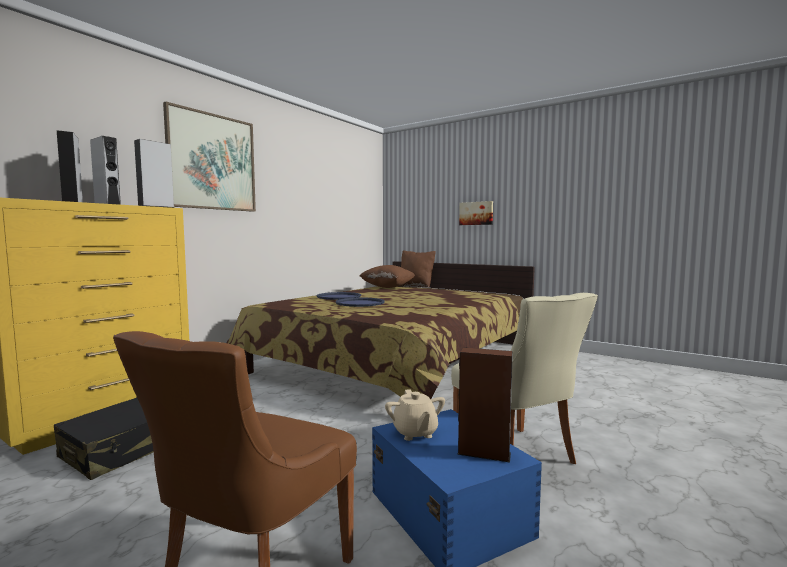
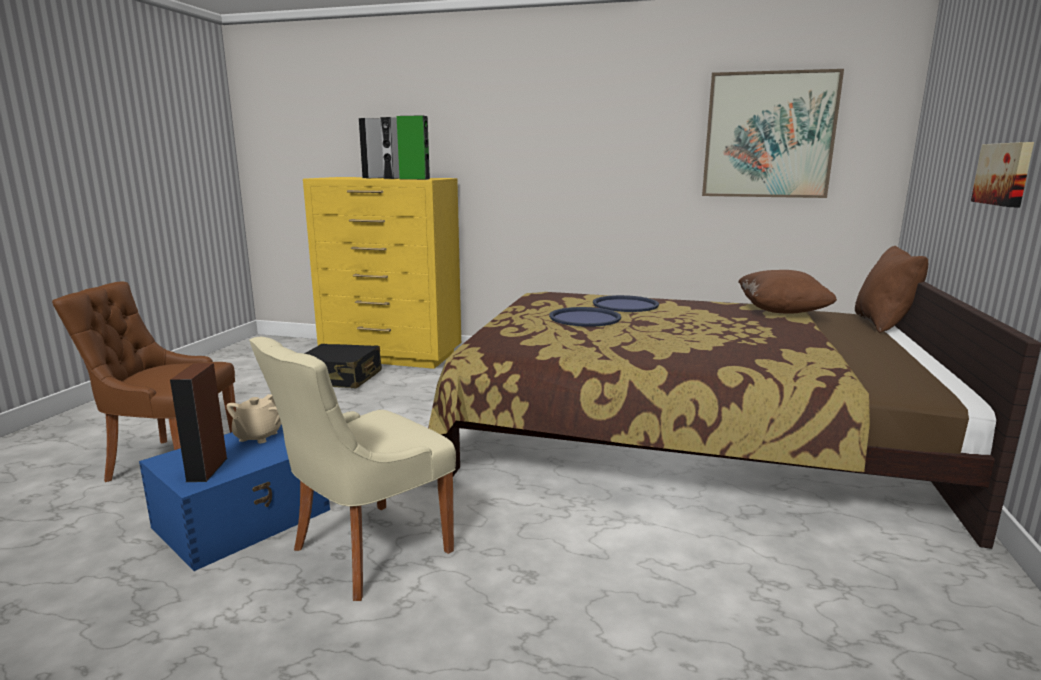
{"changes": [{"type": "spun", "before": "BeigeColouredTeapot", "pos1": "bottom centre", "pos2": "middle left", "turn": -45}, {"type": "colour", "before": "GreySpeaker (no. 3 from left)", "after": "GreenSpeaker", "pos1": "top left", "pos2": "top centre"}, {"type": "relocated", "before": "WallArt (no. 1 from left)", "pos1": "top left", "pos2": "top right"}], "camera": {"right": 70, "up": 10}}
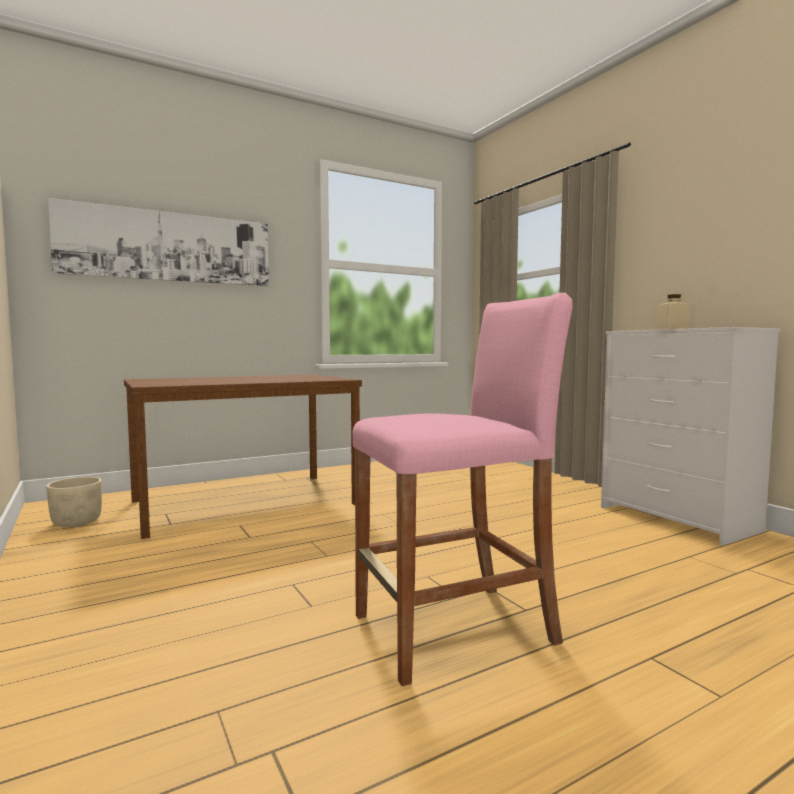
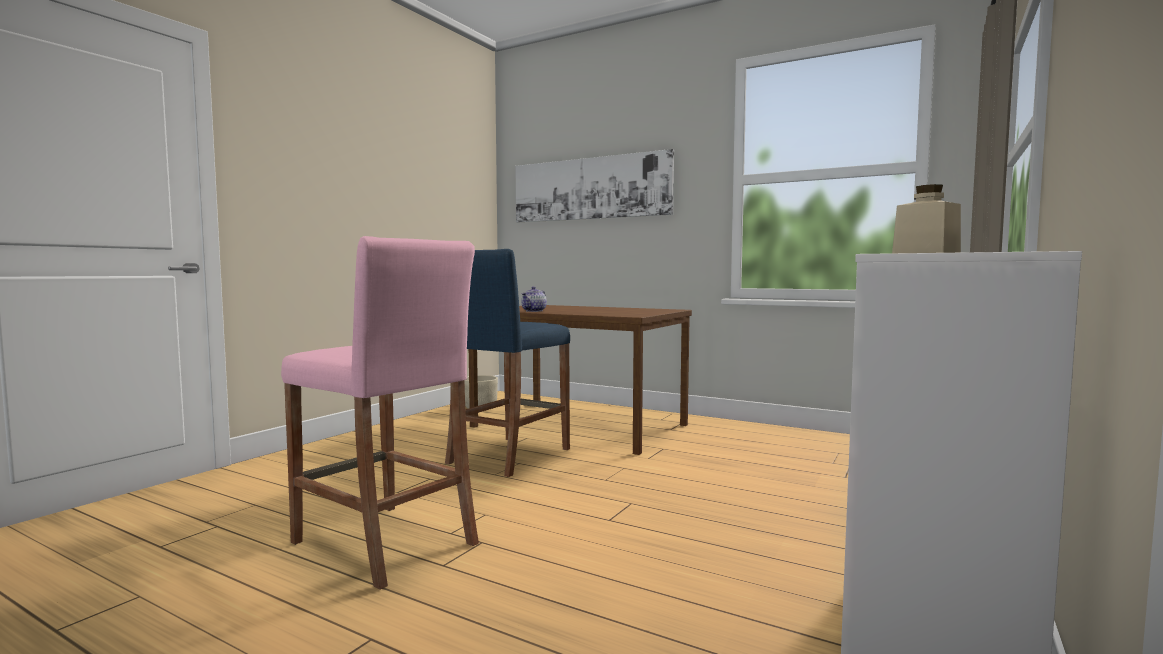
{"changes": [{"type": "appeared", "after": "BlueStool", "pos2": "centre"}, {"type": "appeared", "after": "Teapot", "pos2": "centre"}], "camera": {"right": 60, "up": 0}}
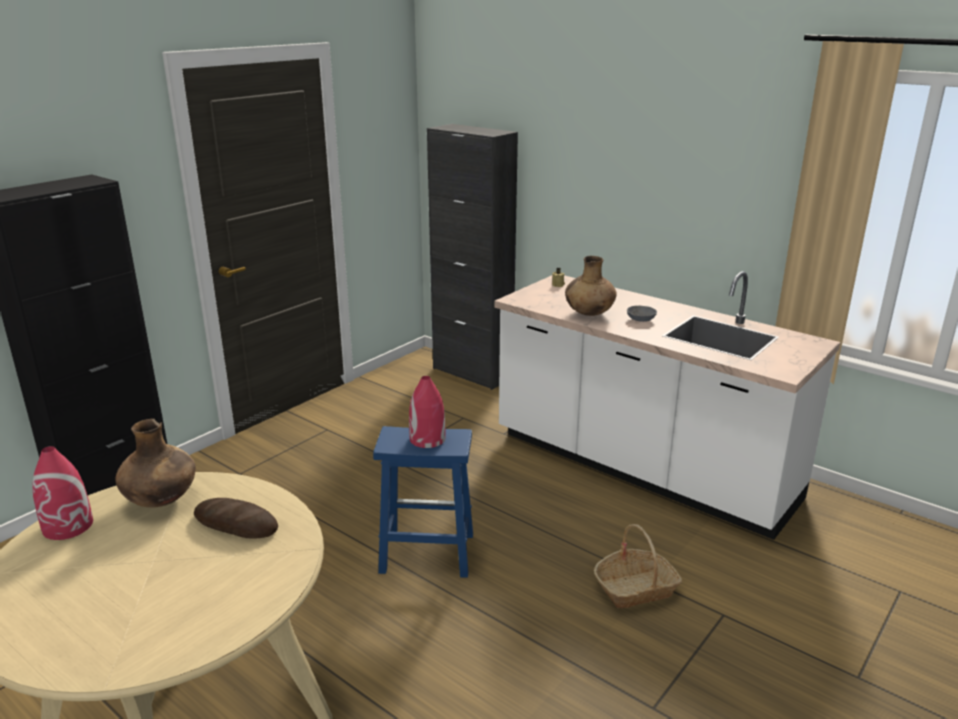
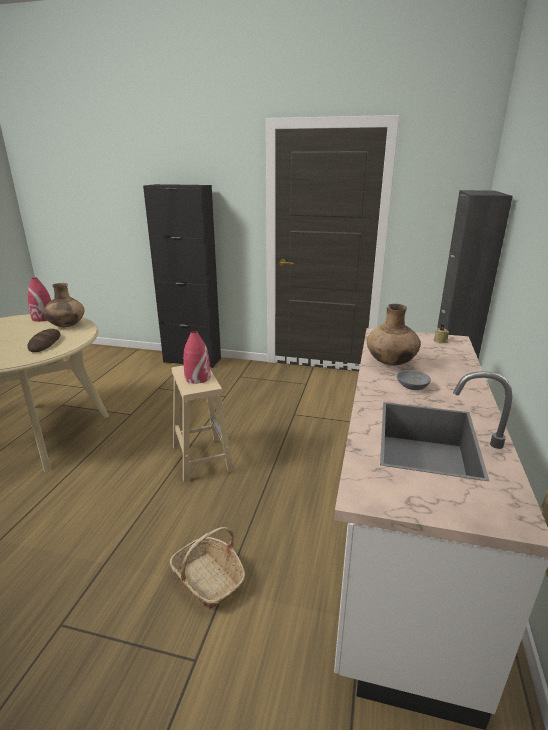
{"changes": [{"type": "colour", "before": "BlueStool", "after": "BeigeColouredStool", "pos1": "bottom centre", "pos2": "centre"}], "camera": {"right": 65, "up": 0}}
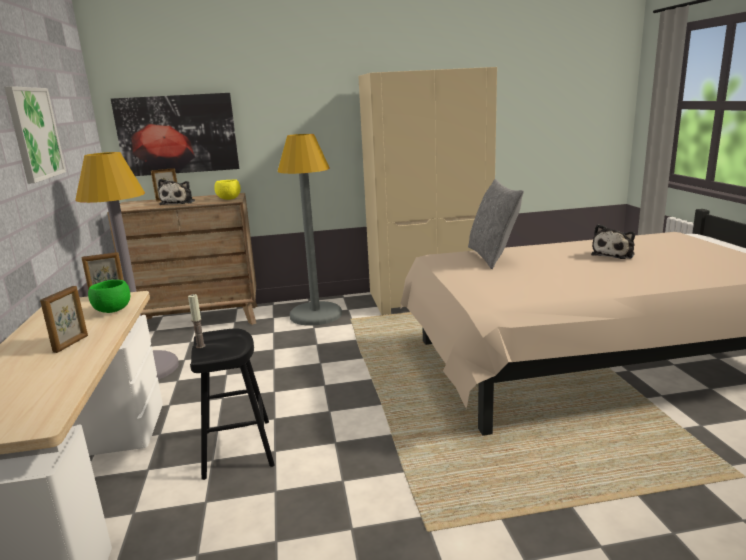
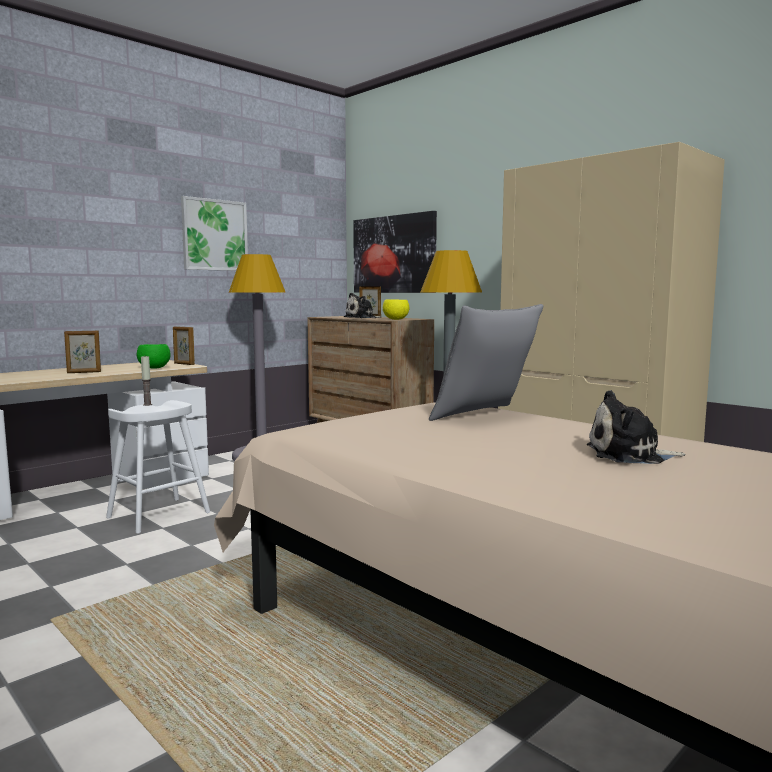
{"changes": [{"type": "colour", "before": "BlackStool", "after": "WhiteStool", "pos1": "bottom left", "pos2": "middle left"}], "camera": {"right": 55, "up": -10}}
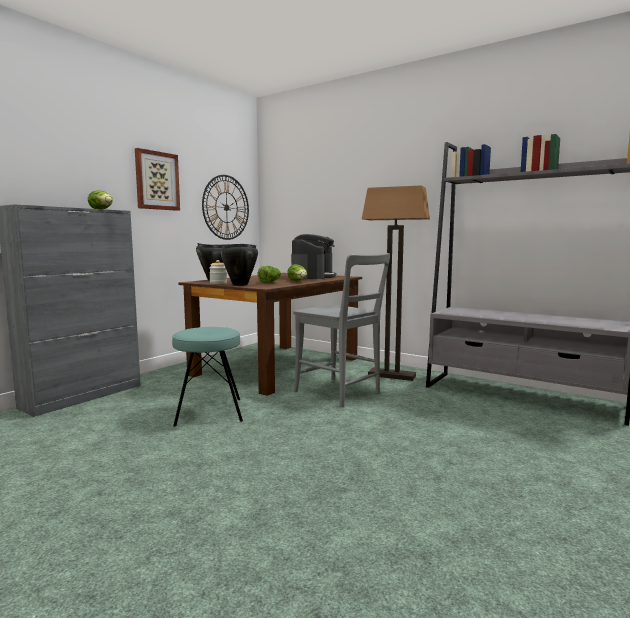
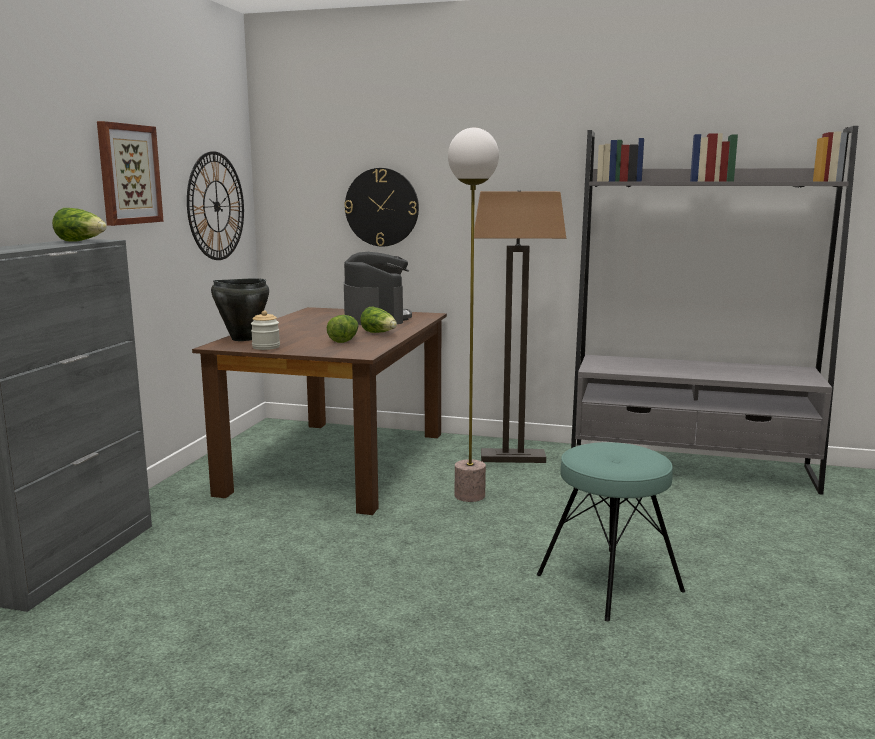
{"changes": [{"type": "appeared", "after": "WallClock (no. 2 from left)", "pos2": "top centre"}, {"type": "exchanged", "before": "GreyChair", "after": "StandardLamp (no. 1 from left)", "pos1": "centre", "pos2": "centre"}, {"type": "relocated", "before": "TurquoiseColouredStool", "pos1": "middle left", "pos2": "bottom right"}, {"type": "missing", "before": "BlackStockpot (no. 2 from left)", "pos1": "centre"}], "camera": {"right": -20, "up": 5}}
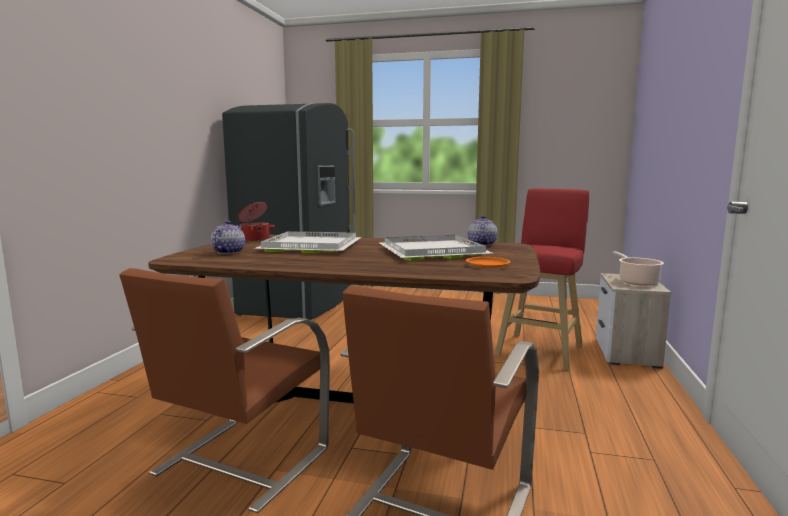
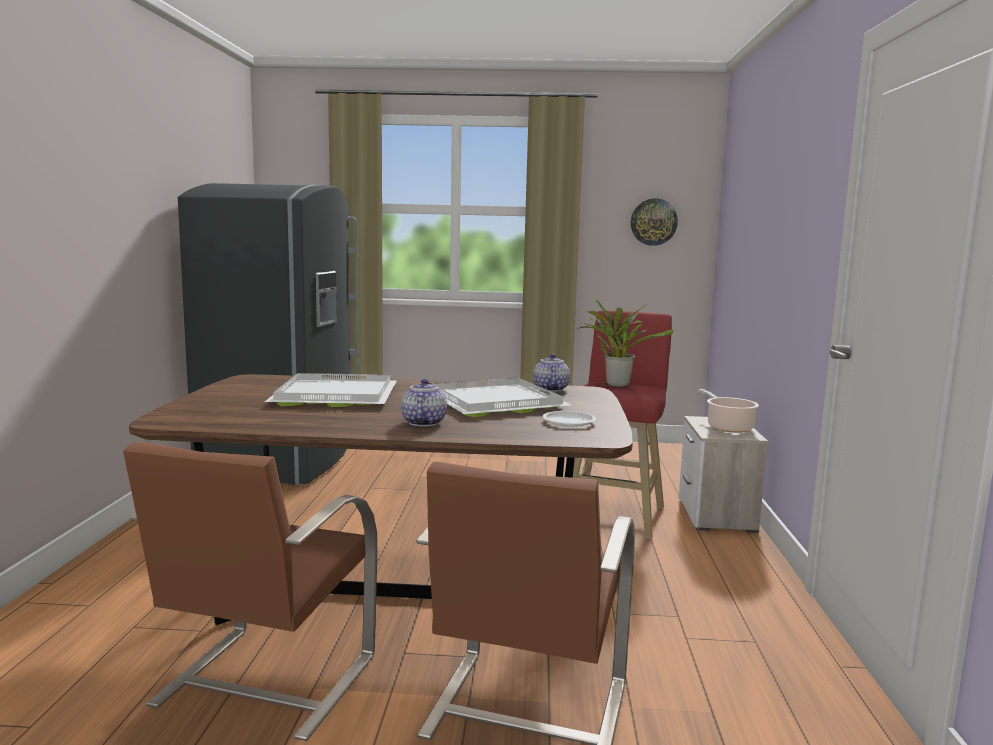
{"changes": [{"type": "relocated", "before": "Teapot (no. 1 from left)", "pos1": "middle left", "pos2": "centre"}, {"type": "colour", "before": "OrangeColouredFlatDish", "after": "WhiteFlatDish", "pos1": "centre", "pos2": "centre"}, {"type": "appeared", "after": "PottedPlant", "pos2": "centre"}, {"type": "appeared", "after": "WallClock", "pos2": "top centre"}, {"type": "missing", "before": "Stockpot (no. 1 from left)", "pos1": "middle left"}], "camera": {"right": -10, "up": 0}}
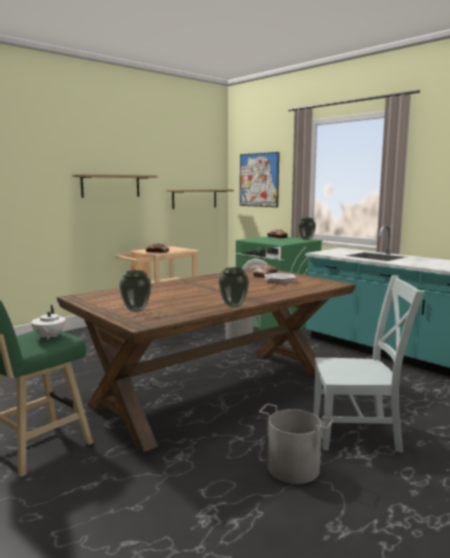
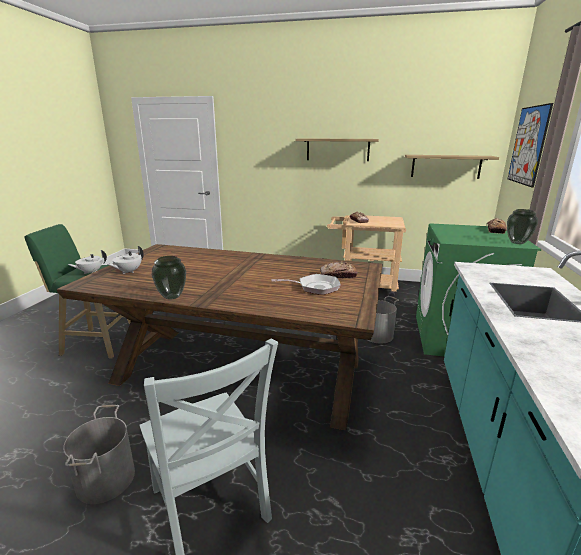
{"changes": [{"type": "exchanged", "before": "DecorativeVase (no. 1 from left)", "after": "WhiteTeapot (no. 2 from left)", "pos1": "middle left", "pos2": "middle left"}], "camera": {"right": 55, "up": 10}}
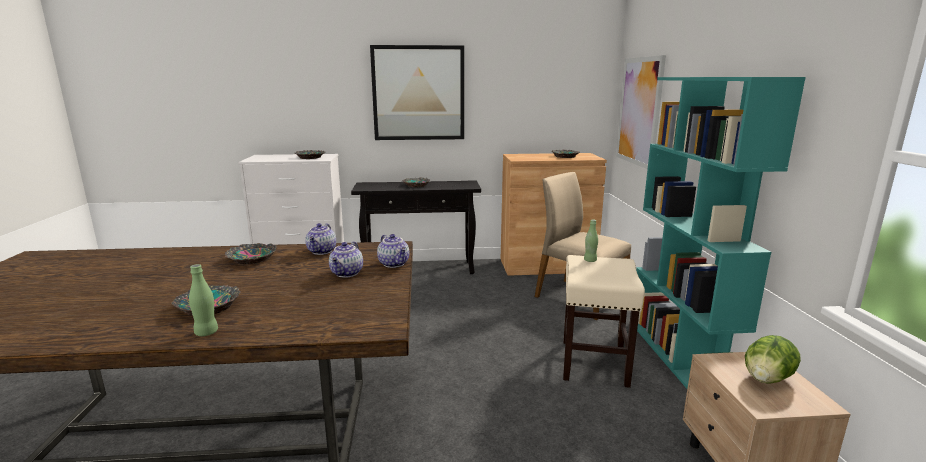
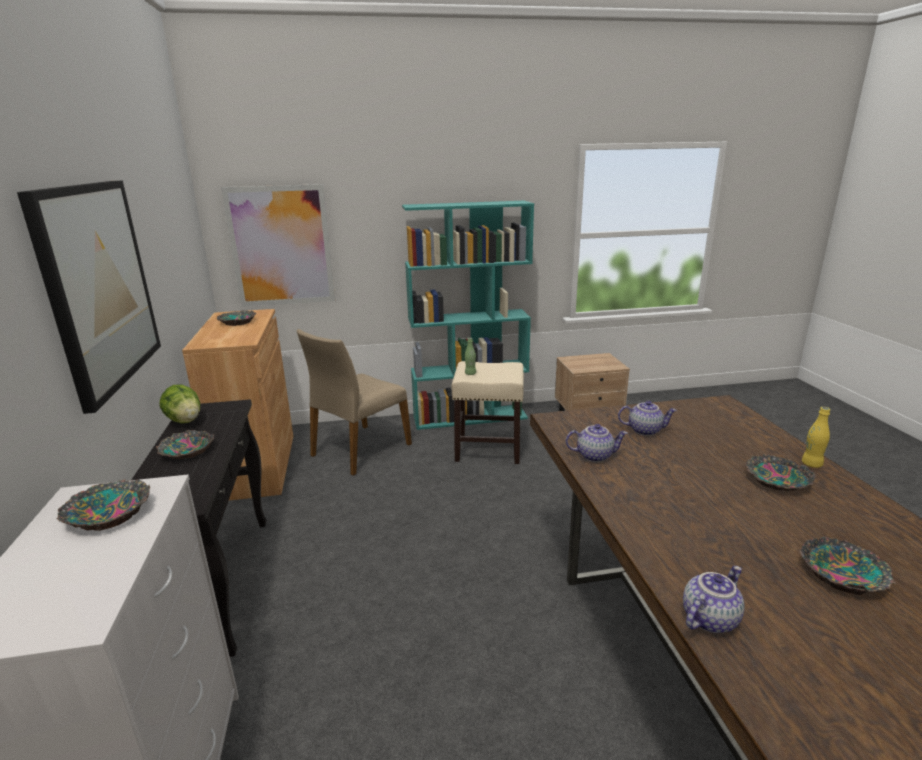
{"changes": [{"type": "relocated", "before": "Lettuce", "pos1": "bottom right", "pos2": "middle left"}, {"type": "relocated", "before": "Teapot (no. 3 from left)", "pos1": "centre", "pos2": "bottom right"}, {"type": "relocated", "before": "DeepDish (no. 2 from left in the first image)", "after": "DeepDish (no. 5 from left)", "pos1": "middle left", "pos2": "bottom right"}, {"type": "colour", "before": "GreenBottle (no. 1 from left)", "after": "YellowBottle", "pos1": "middle left", "pos2": "middle right"}], "camera": {"right": -95, "up": 5}}
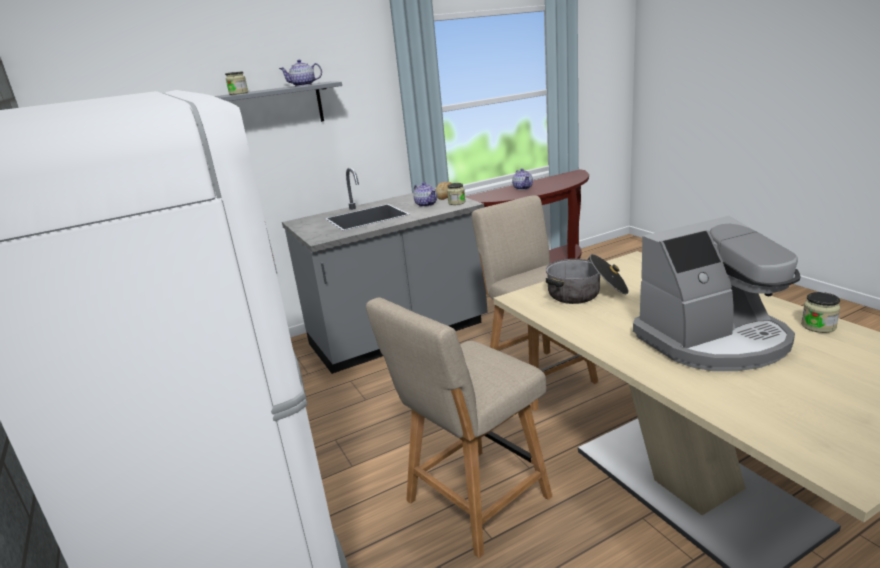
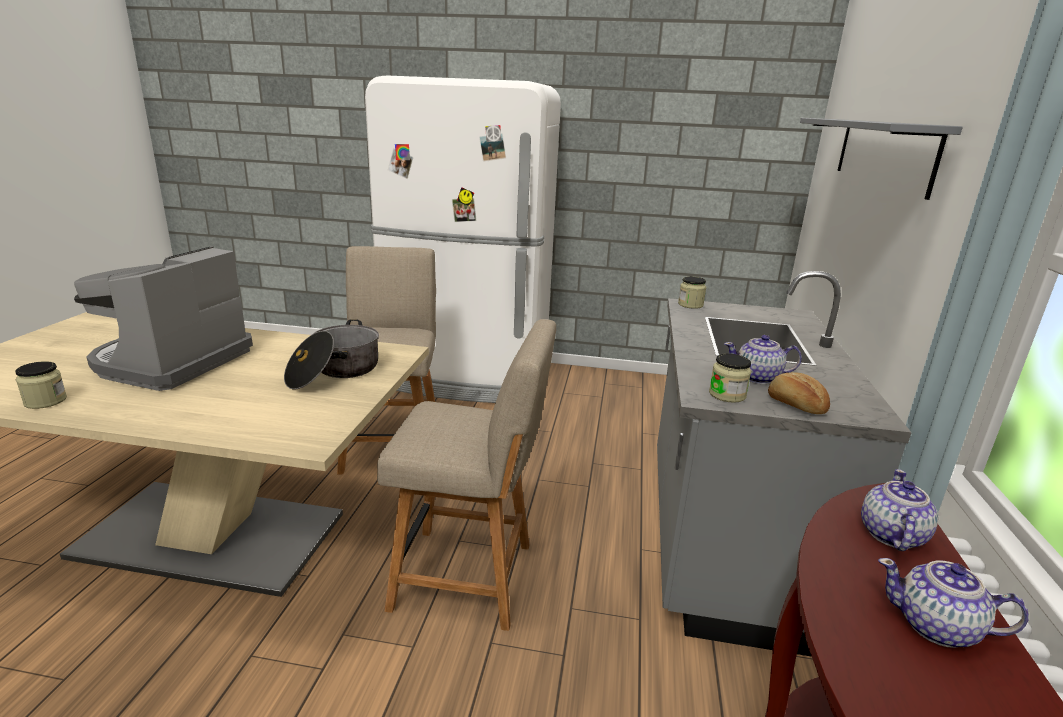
{"changes": [{"type": "relocated", "before": "Jar (no. 1 from left in the first image)", "after": "Jar (no. 2 from left)", "pos1": "top left", "pos2": "centre"}, {"type": "relocated", "before": "Teapot (no. 1 from left in the first image)", "after": "Teapot (no. 2 from left)", "pos1": "top centre", "pos2": "bottom right"}], "camera": {"right": 125, "up": 0}}
